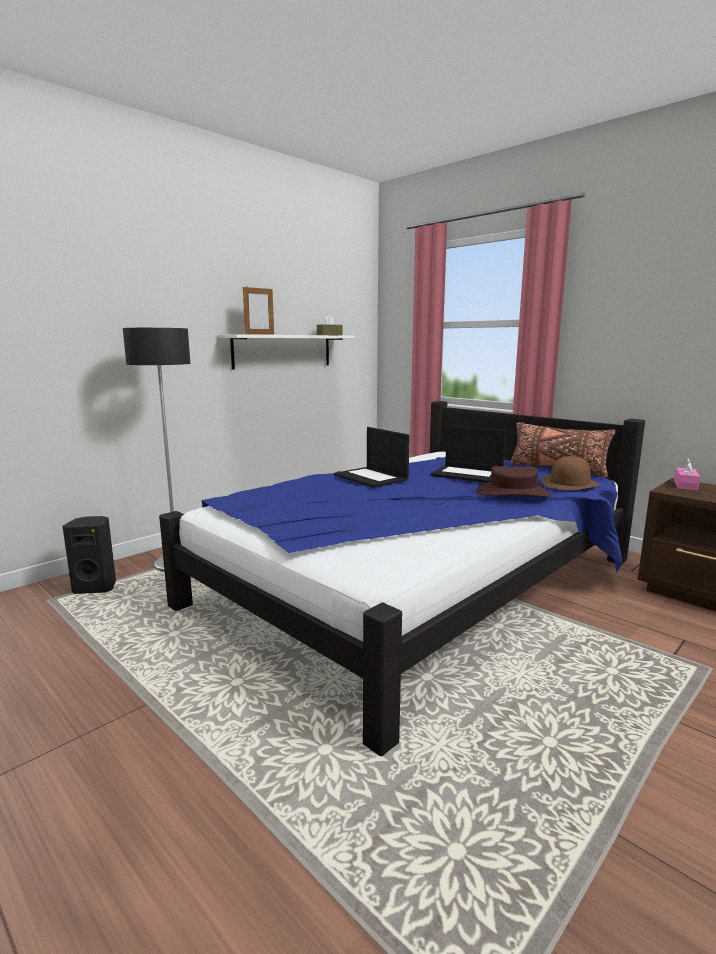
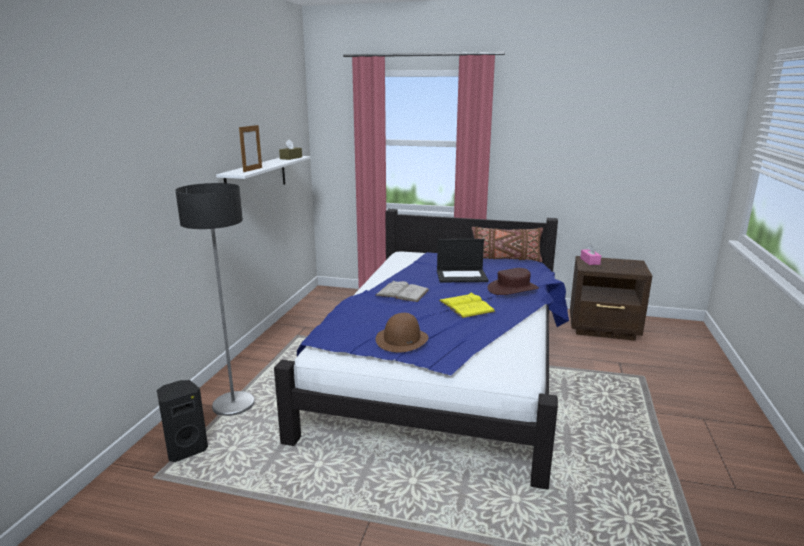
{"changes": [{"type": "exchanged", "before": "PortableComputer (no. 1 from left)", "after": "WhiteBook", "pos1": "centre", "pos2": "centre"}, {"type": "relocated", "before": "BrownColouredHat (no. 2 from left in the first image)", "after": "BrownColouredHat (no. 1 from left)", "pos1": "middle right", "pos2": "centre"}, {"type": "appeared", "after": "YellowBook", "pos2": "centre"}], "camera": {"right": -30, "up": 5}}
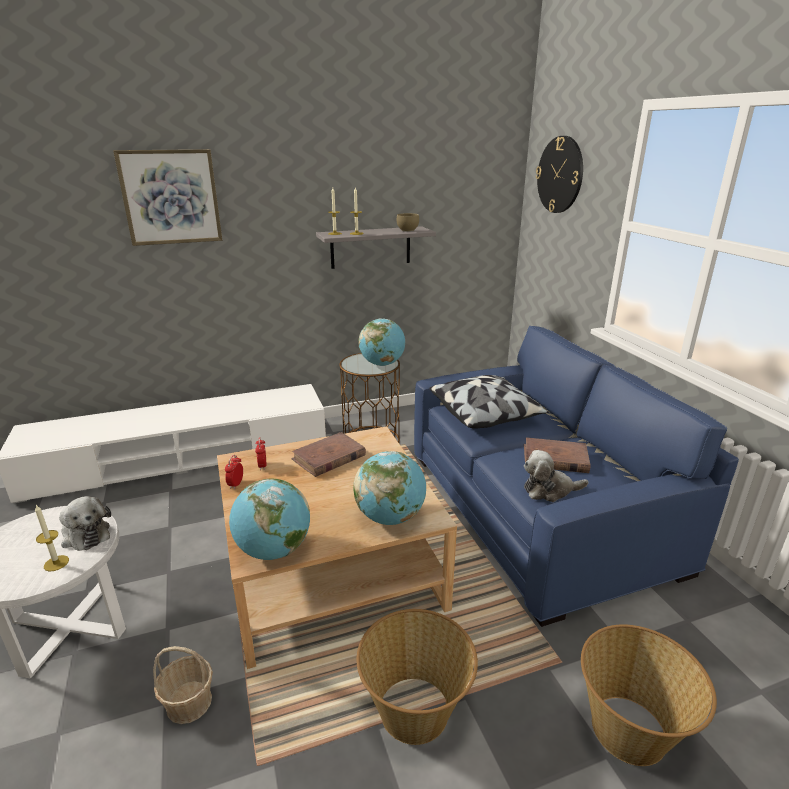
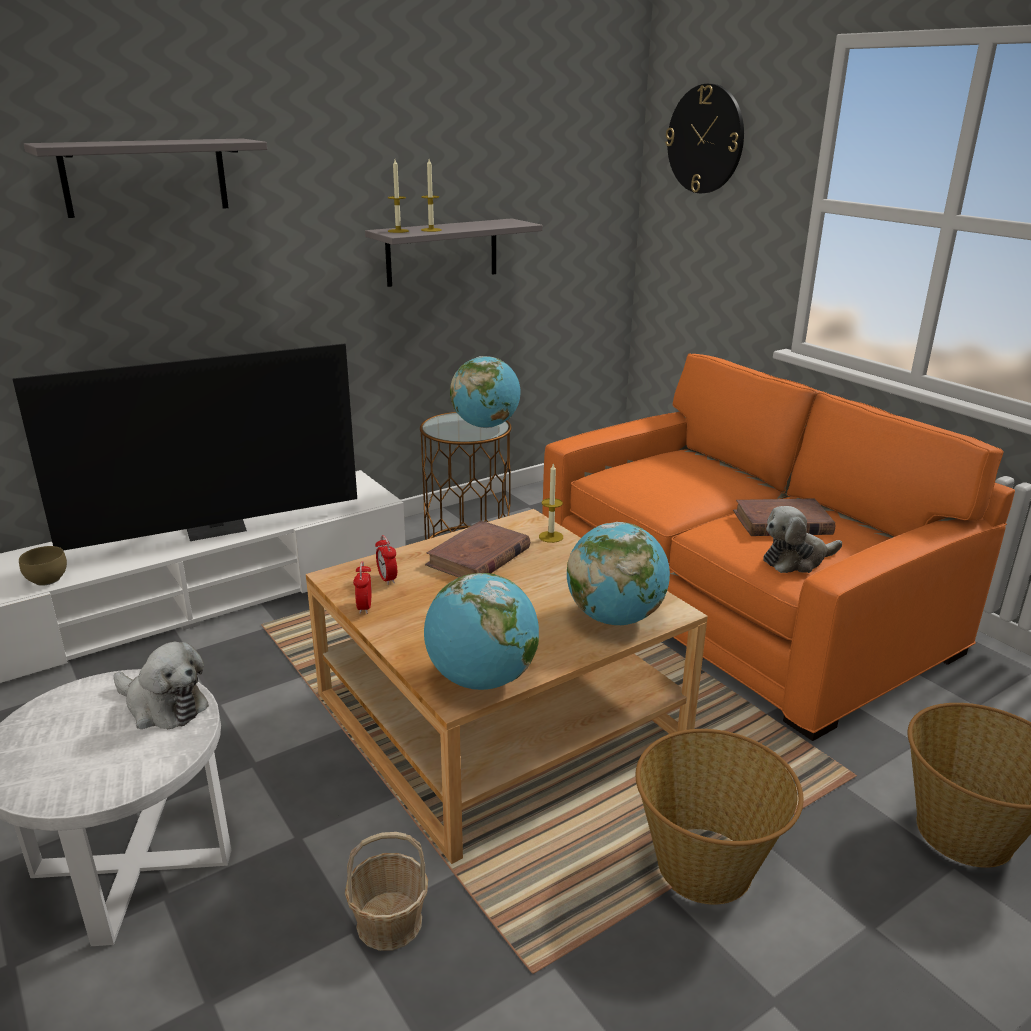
{"changes": [{"type": "appeared", "after": "Television", "pos2": "middle left"}, {"type": "relocated", "before": "BrownColouredDeepDish", "pos1": "top centre", "pos2": "middle left"}, {"type": "exchanged", "before": "WallArt", "after": "GreyWallShelf (no. 1 from left)", "pos1": "top left", "pos2": "top left"}, {"type": "relocated", "before": "Candle (no. 1 from left in the first image)", "after": "Candle (no. 3 from left)", "pos1": "bottom left", "pos2": "centre"}, {"type": "colour", "before": "BlueSettee", "after": "OrangeColouredSettee", "pos1": "middle right", "pos2": "middle right"}, {"type": "missing", "before": "Cushion", "pos1": "centre"}], "camera": {"right": -15, "up": 0}}
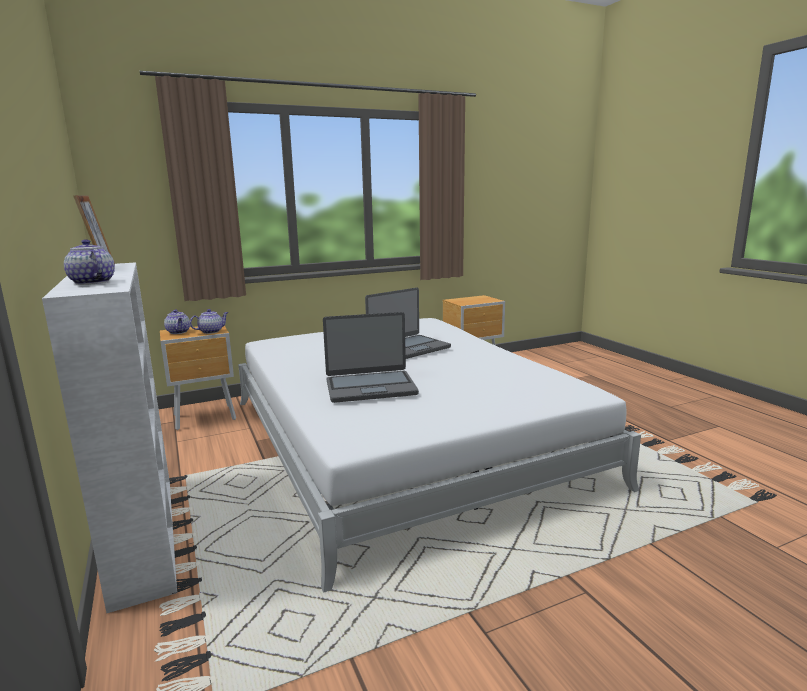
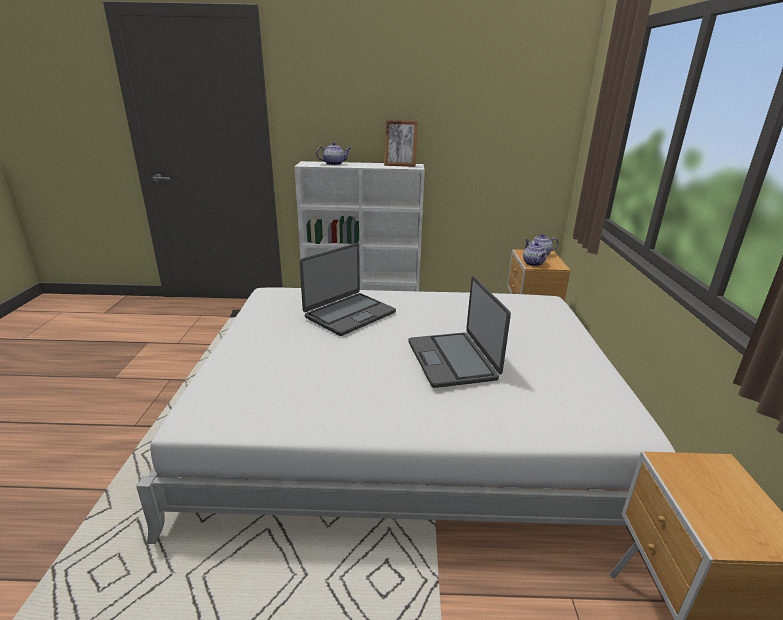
{"changes": [{"type": "spun", "before": "PortableComputer (no. 1 from left)", "pos1": "centre", "pos2": "centre", "turn": -150}], "camera": {"right": 115, "up": 10}}
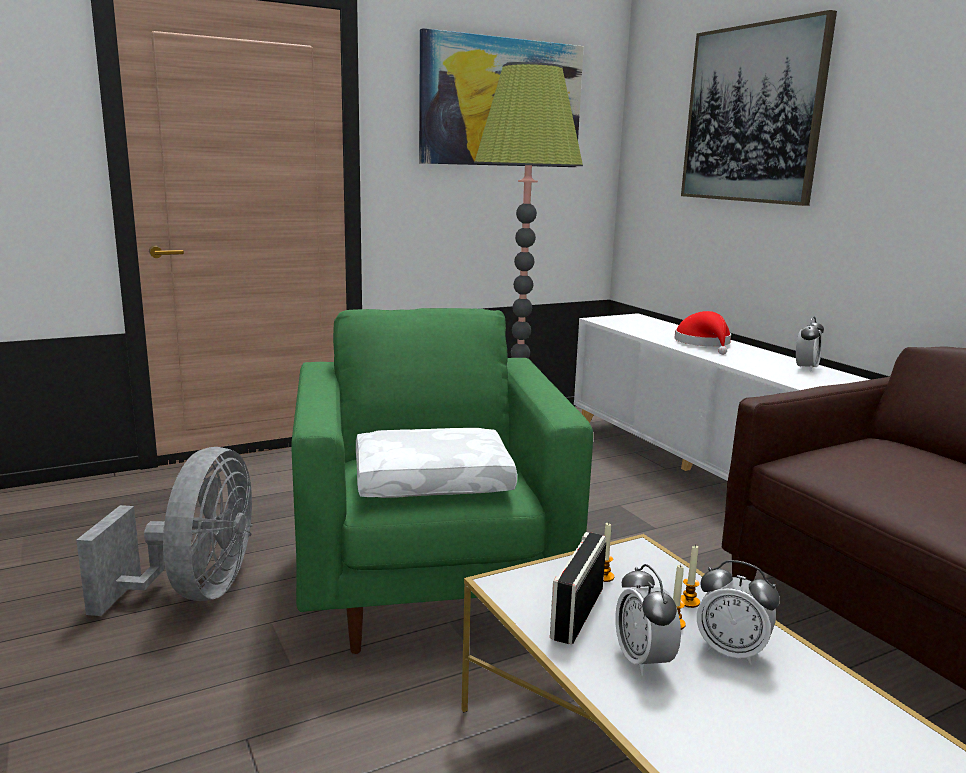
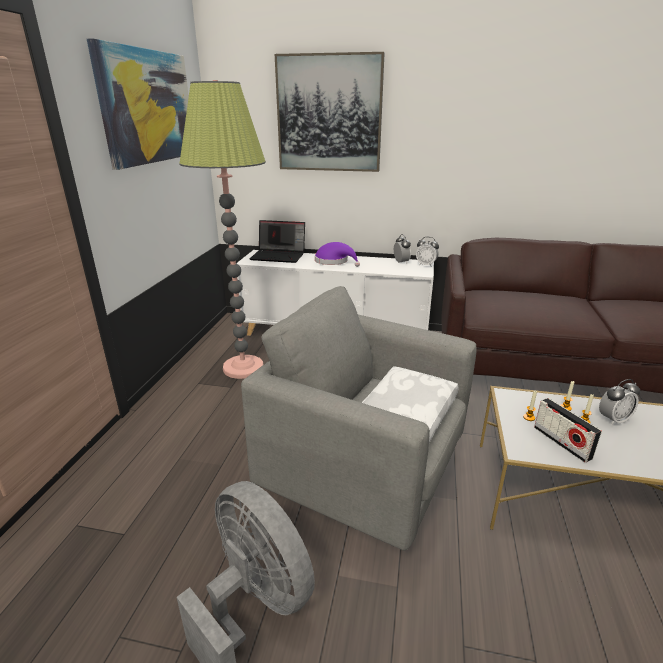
{"changes": [{"type": "colour", "before": "GreenArmchair", "after": "GreyArmchair", "pos1": "centre", "pos2": "centre"}, {"type": "appeared", "after": "PortableComputer", "pos2": "centre"}, {"type": "colour", "before": "RedHat", "after": "PurpleColouredHat", "pos1": "middle right", "pos2": "centre"}, {"type": "relocated", "before": "BedsideClock (no. 1 from left in the first image)", "after": "BedsideClock (no. 2 from left)", "pos1": "bottom right", "pos2": "centre"}], "camera": {"right": -50, "up": 10}}
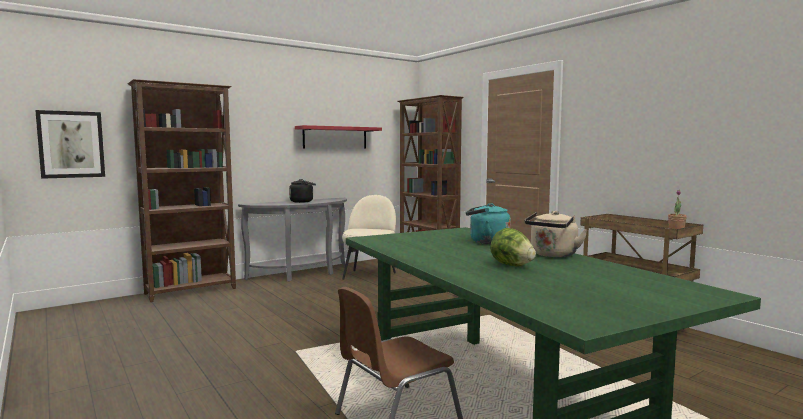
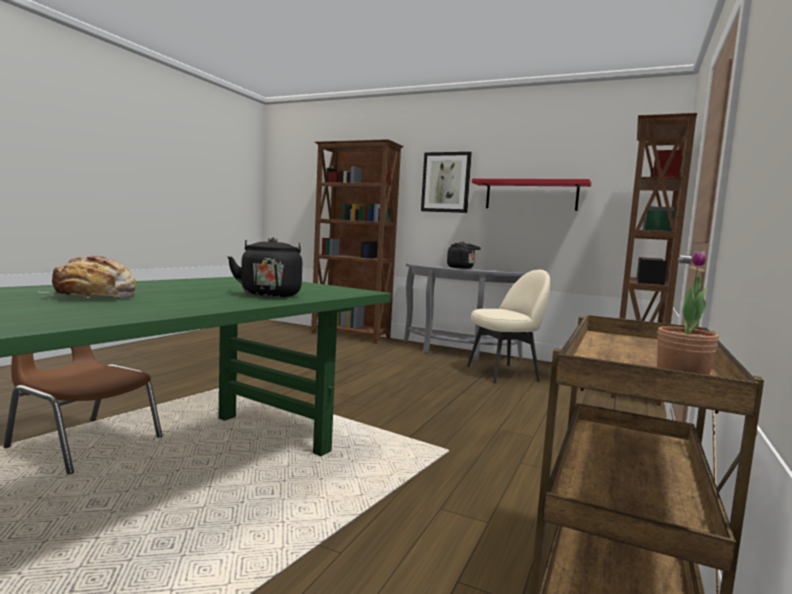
{"changes": [{"type": "exchanged", "before": "Lettuce", "after": "Bread", "pos1": "centre", "pos2": "middle left"}, {"type": "colour", "before": "TurquoiseColouredTeaKettle", "after": "BlackTeaKettle (no. 1 from left)", "pos1": "centre", "pos2": "centre"}, {"type": "relocated", "before": "WallArt", "pos1": "middle left", "pos2": "top centre"}, {"type": "missing", "before": "BeigeColouredTeaKettle", "pos1": "middle right"}], "camera": {"right": 60, "up": 0}}
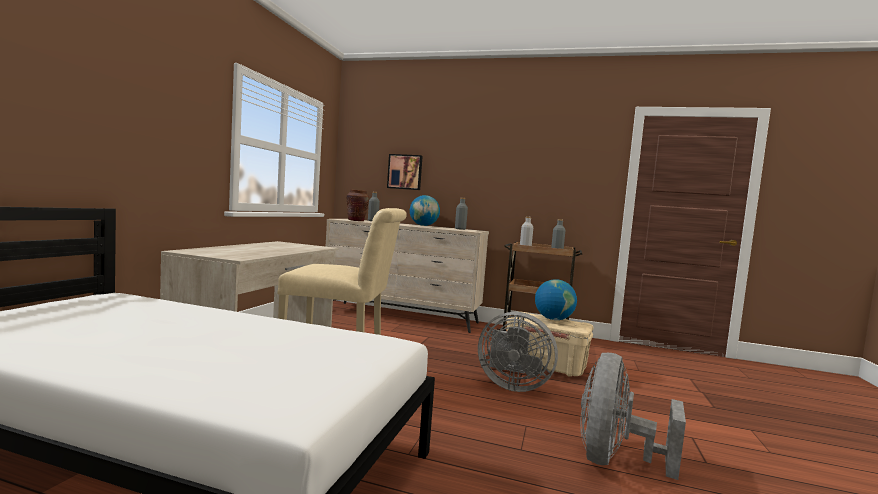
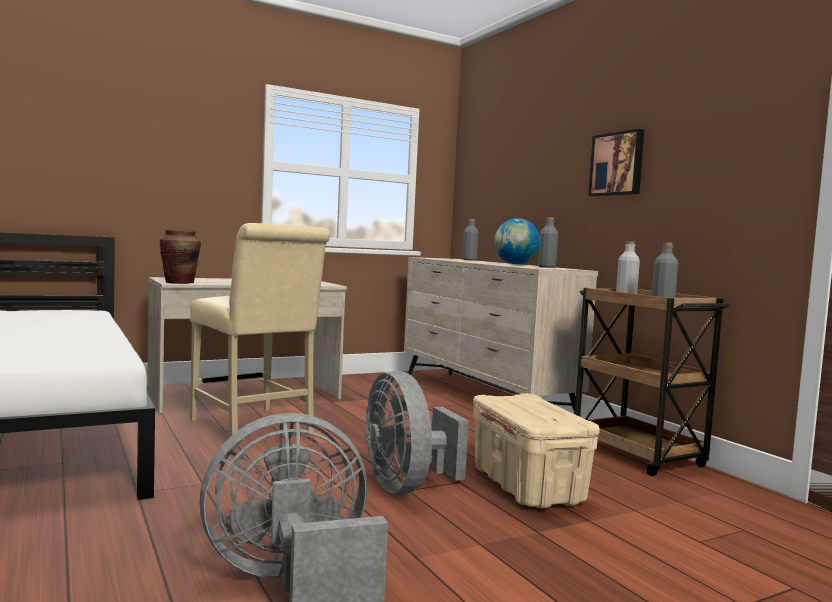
{"changes": [{"type": "relocated", "before": "BrownColouredDecorativeVase", "pos1": "centre", "pos2": "middle left"}, {"type": "relocated", "before": "WallArt", "pos1": "centre", "pos2": "top right"}, {"type": "missing", "before": "DeskGlobe (no. 2 from left)", "pos1": "centre"}], "camera": {"right": 45, "up": 0}}
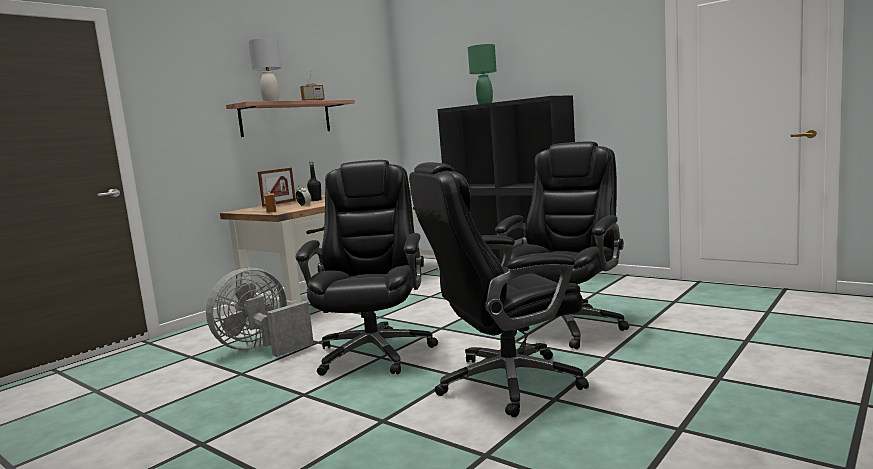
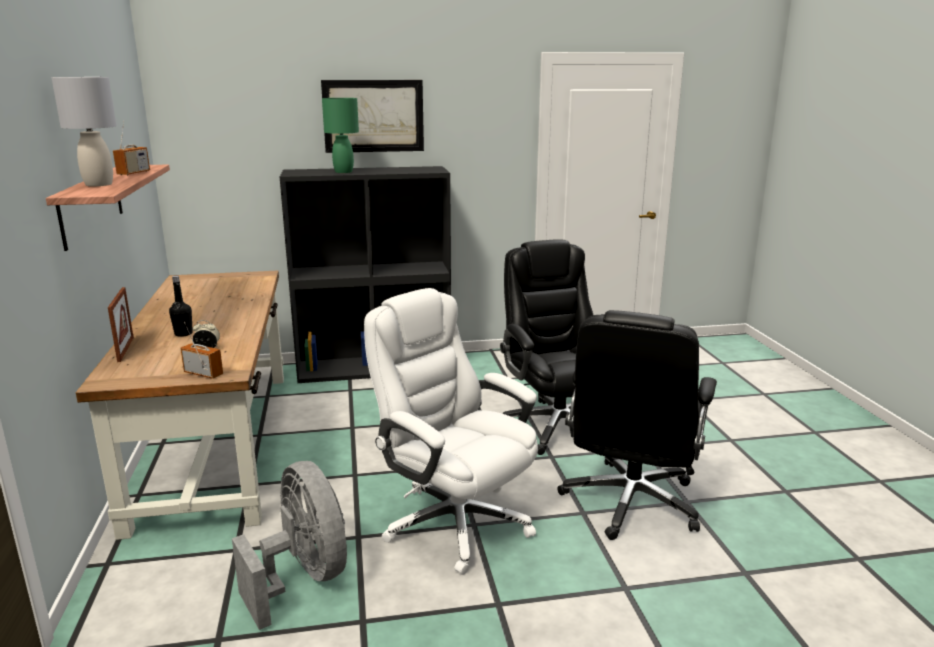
{"changes": [{"type": "spun", "before": "GreyElectricFan", "pos1": "middle left", "pos2": "bottom left", "turn": 150}, {"type": "appeared", "after": "WallArt", "pos2": "top centre"}, {"type": "colour", "before": "BlackComputerChair (no. 1 from left)", "after": "WhiteComputerChair", "pos1": "centre", "pos2": "centre"}], "camera": {"right": -50, "up": 10}}
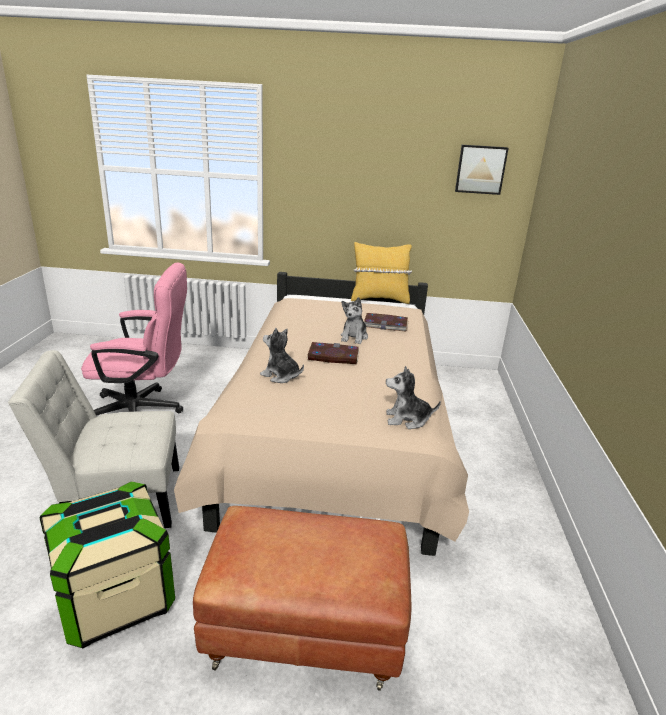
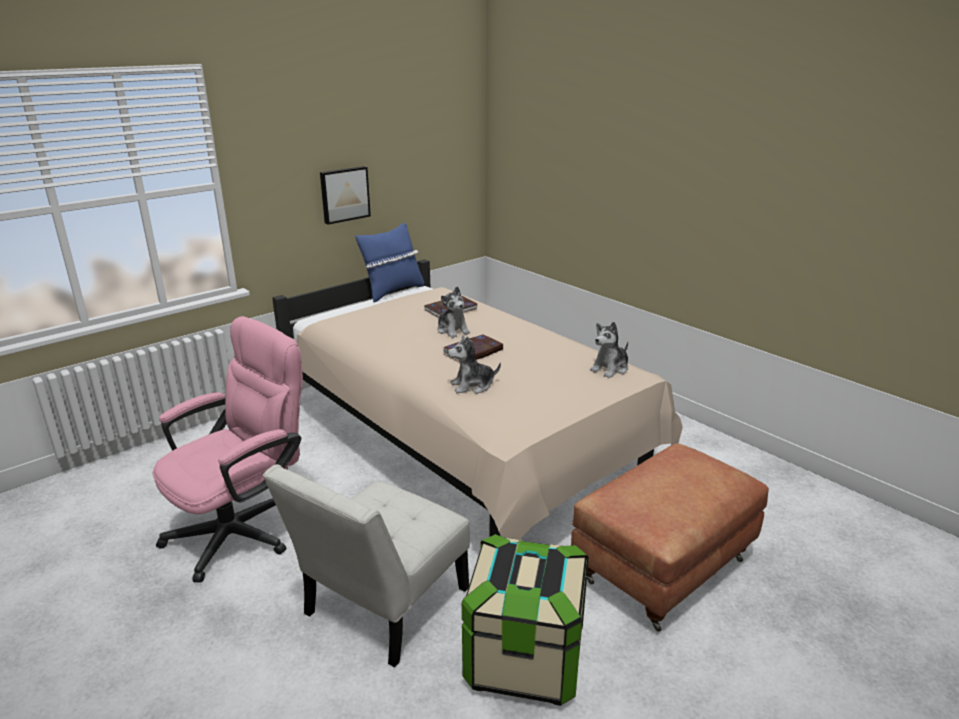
{"changes": [{"type": "relocated", "before": "WallArt", "pos1": "top right", "pos2": "top centre"}, {"type": "colour", "before": "YellowCushion", "after": "BlueCushion", "pos1": "centre", "pos2": "centre"}], "camera": {"right": -45, "up": 0}}
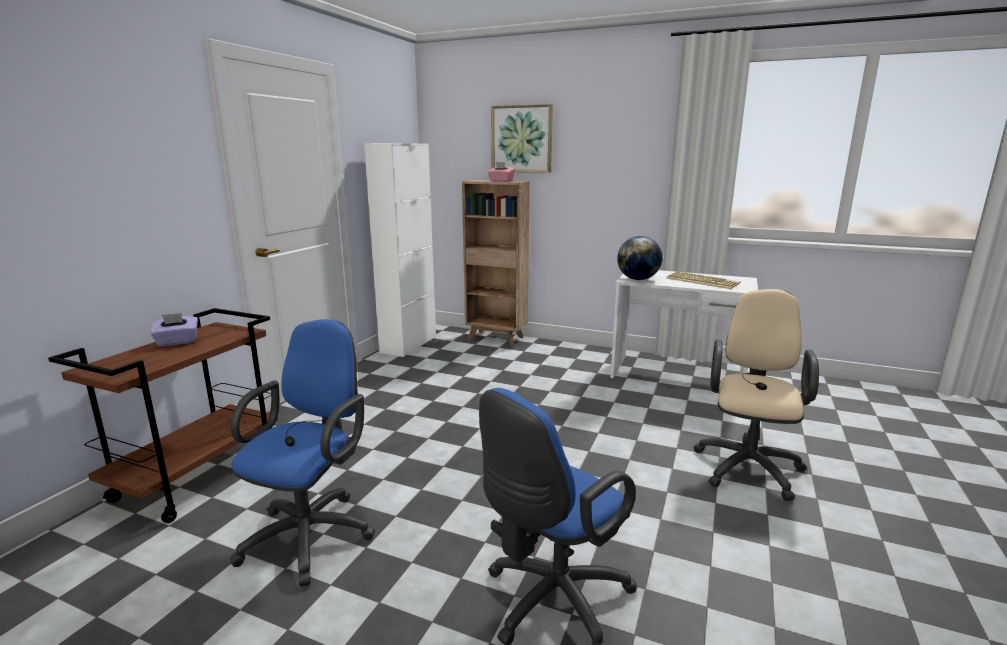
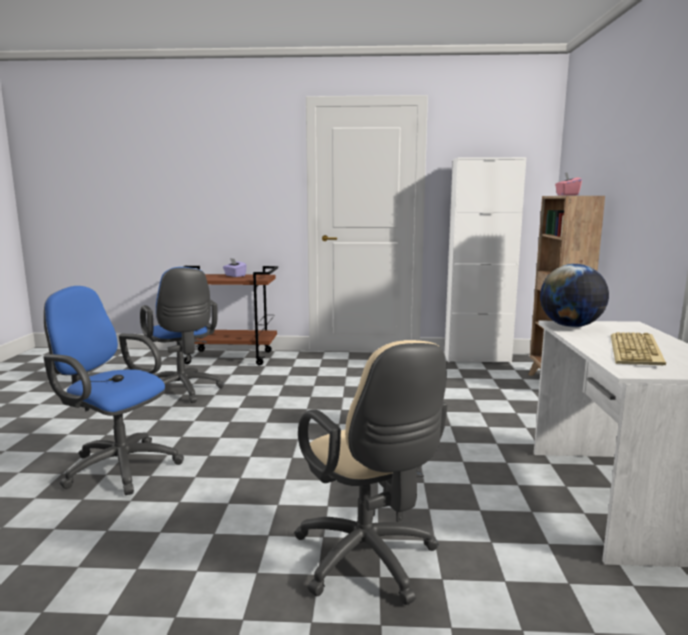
{"changes": [{"type": "spun", "before": "BlueComputerChair (no. 1 from left in the first image)", "pos1": "bottom left", "pos2": "middle left", "turn": 60}, {"type": "spun", "before": "BeigeColouredComputerChair", "pos1": "middle right", "pos2": "bottom centre", "turn": 60}, {"type": "missing", "before": "WallArt", "pos1": "top centre"}], "camera": {"right": 70, "up": -5}}
